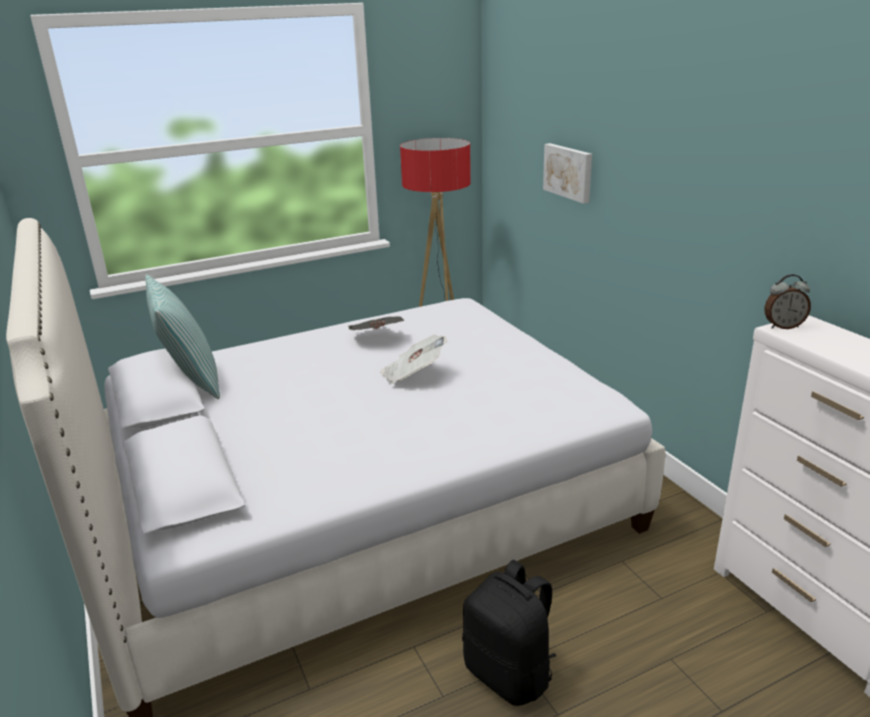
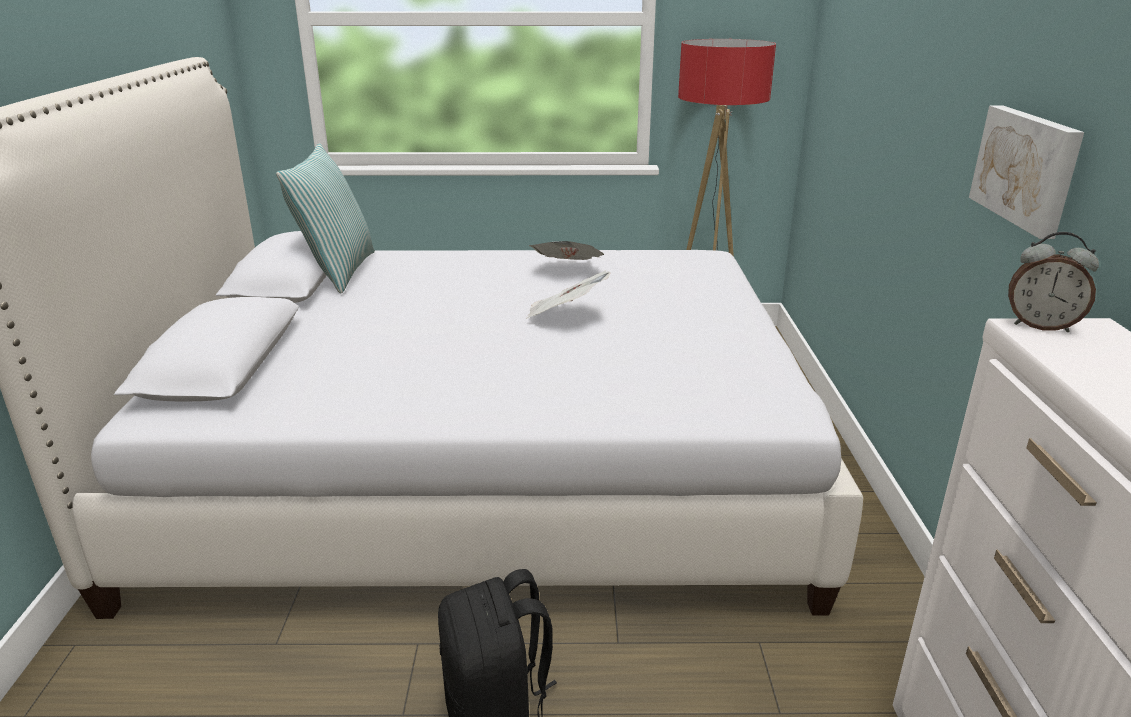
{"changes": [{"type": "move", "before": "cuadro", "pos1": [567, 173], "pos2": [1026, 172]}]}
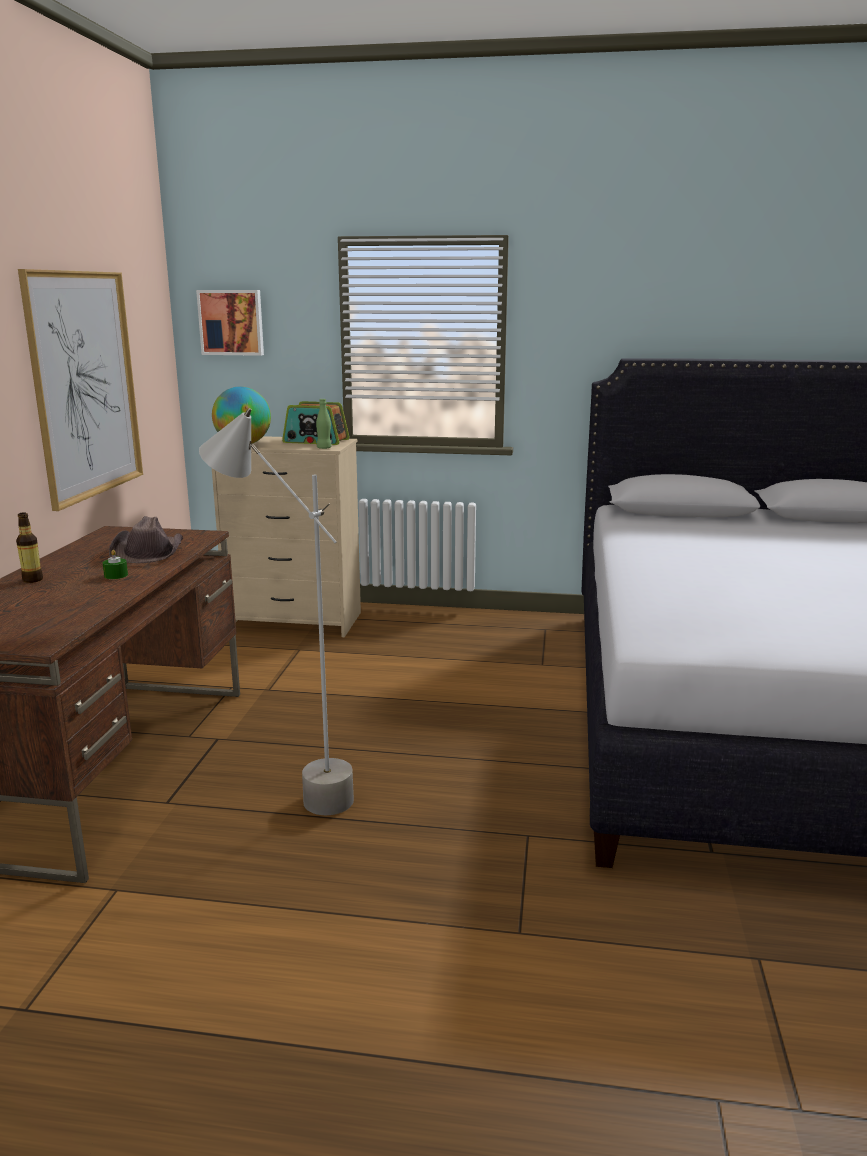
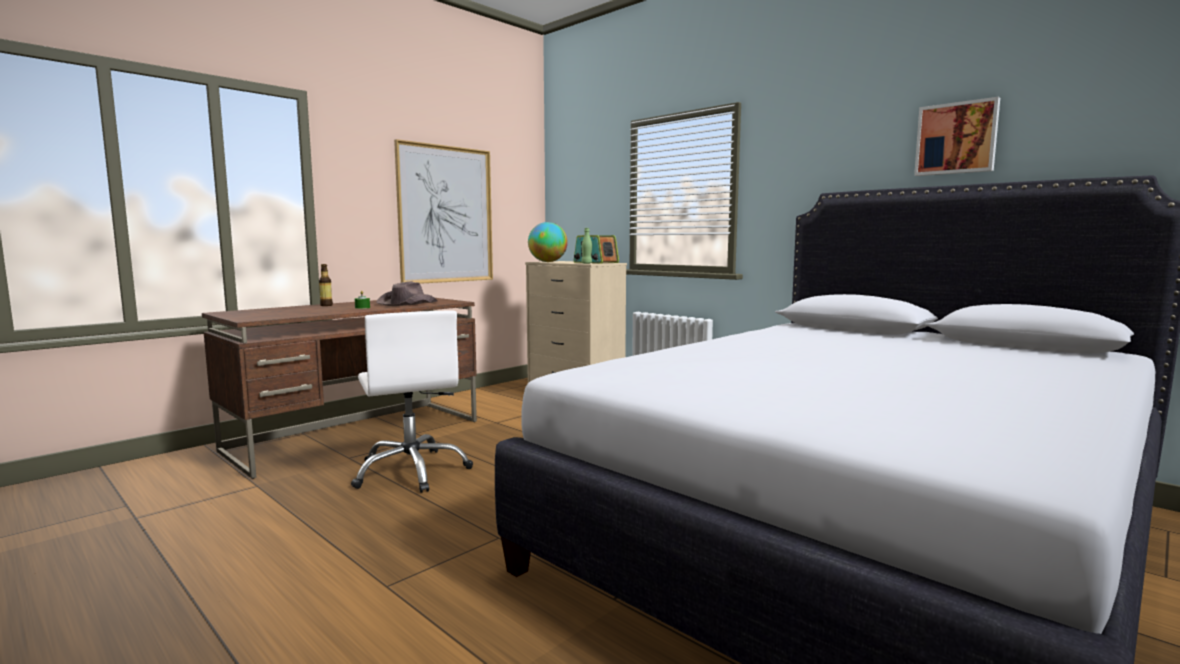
{"changes": [{"type": "move", "before": "cuadro", "pos1": [230, 323], "pos2": [957, 136]}, {"type": "replace", "before": "lámpara de pie/gris", "after": "silla de oficina/blanco", "pos1": [276, 611], "pos2": [412, 402]}]}
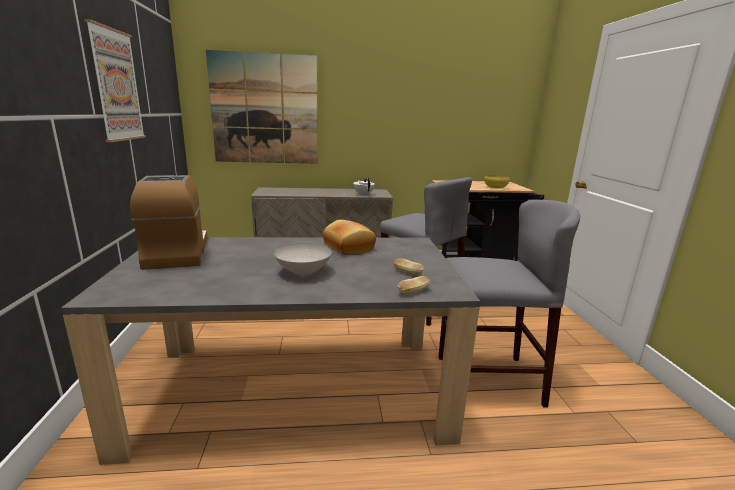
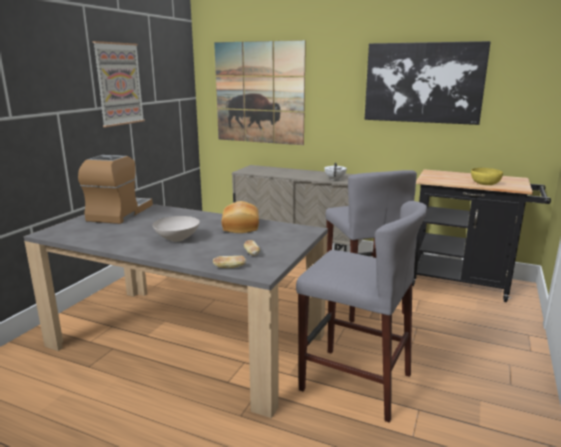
{"changes": [{"type": "insert", "after": "cuadro", "pos2": [428, 83]}]}
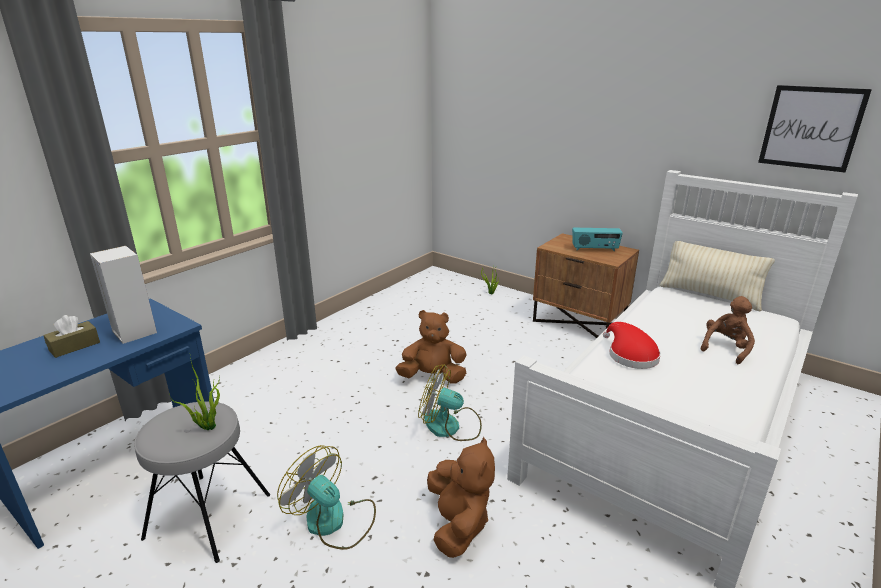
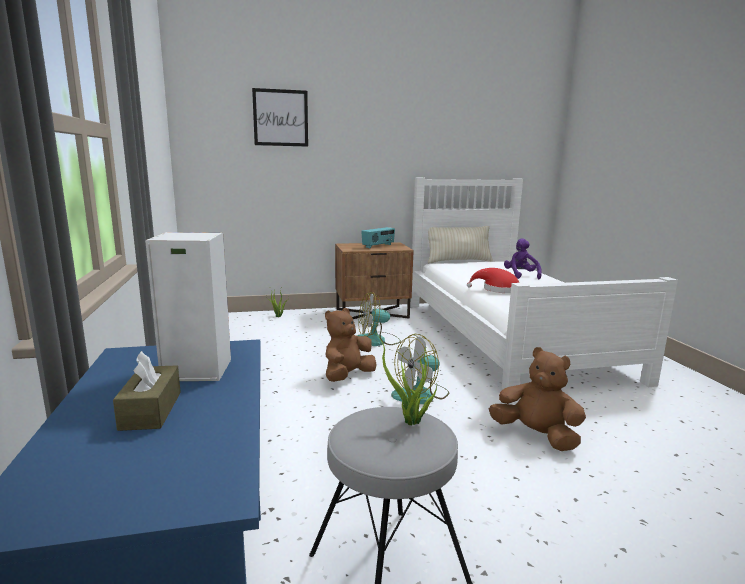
{"changes": [{"type": "move", "before": "ventilador", "pos1": [326, 497], "pos2": [379, 319]}, {"type": "recolor", "before": "peluche/marrón", "after": "peluche/morado", "pos1": [727, 330], "pos2": [523, 258]}, {"type": "move", "before": "cuadro", "pos1": [815, 128], "pos2": [280, 117]}]}
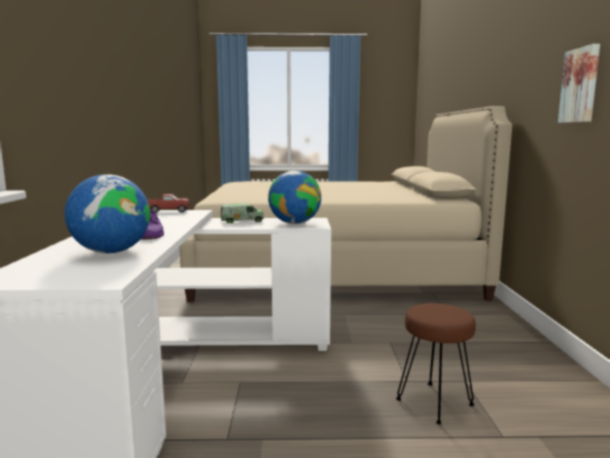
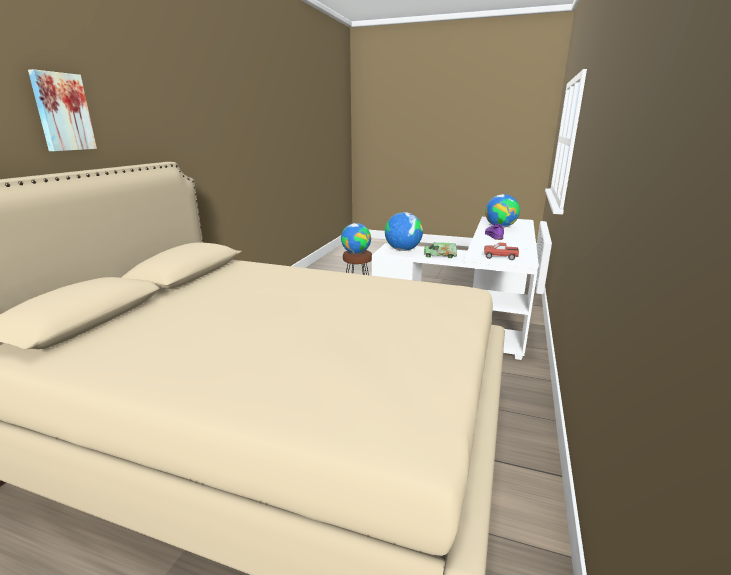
{"changes": [{"type": "move", "before": "cuadro", "pos1": [579, 83], "pos2": [62, 110]}, {"type": "insert", "after": "globo terráqueo", "pos2": [356, 238]}]}
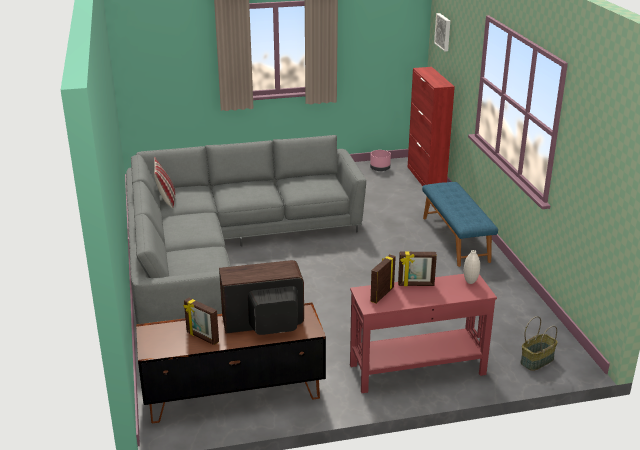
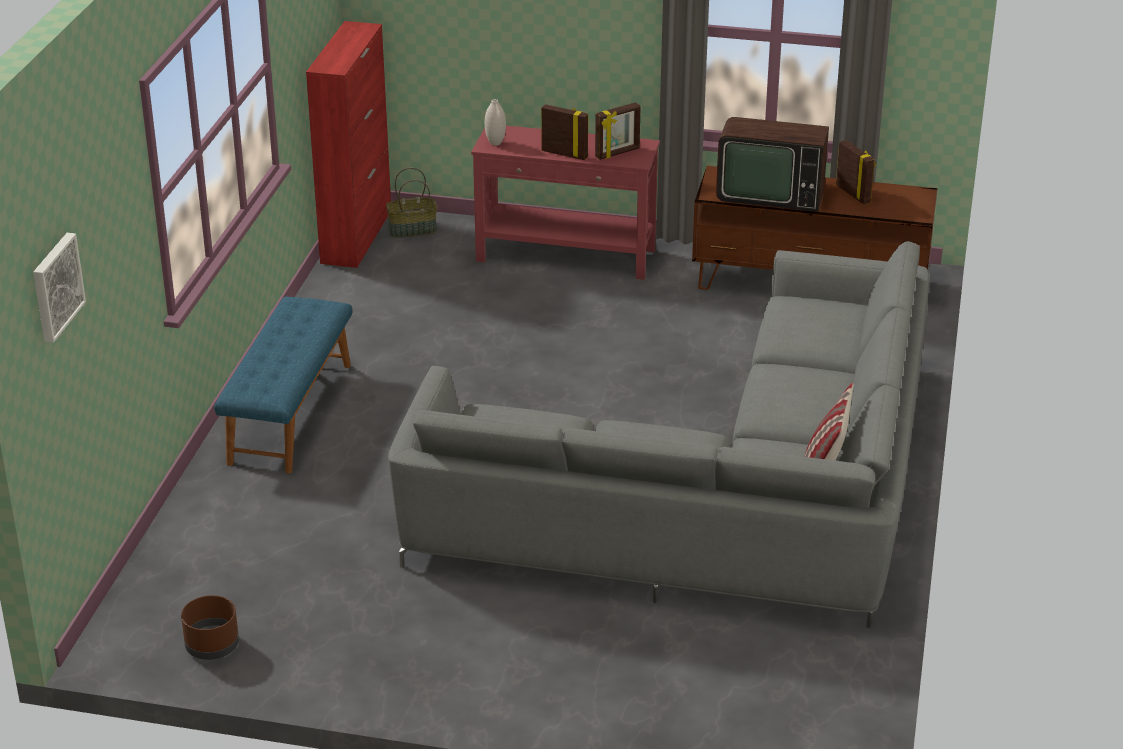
{"changes": [{"type": "recolor", "before": "maceta/rosa", "after": "maceta/marrón", "pos1": [380, 160], "pos2": [210, 627]}, {"type": "move", "before": "armario/rojo", "pos1": [431, 126], "pos2": [348, 144]}]}
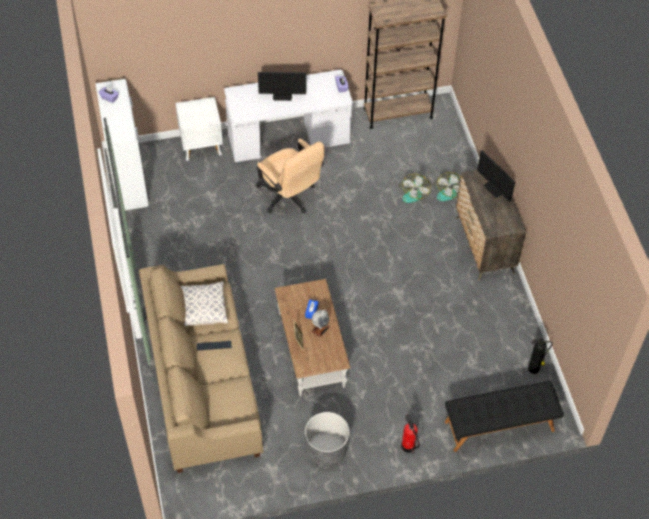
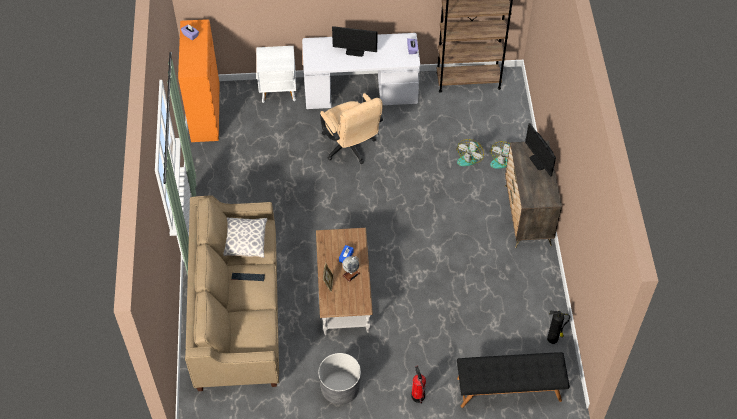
{"changes": [{"type": "recolor", "before": "armario/blanco", "after": "armario/naranja", "pos1": [121, 145], "pos2": [198, 80]}]}
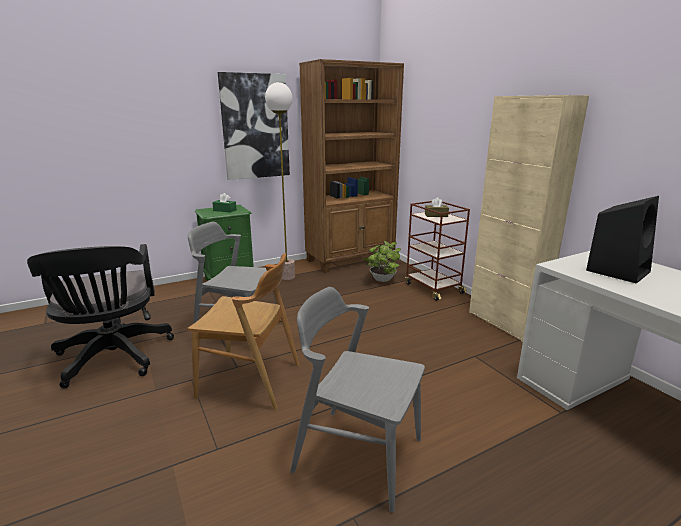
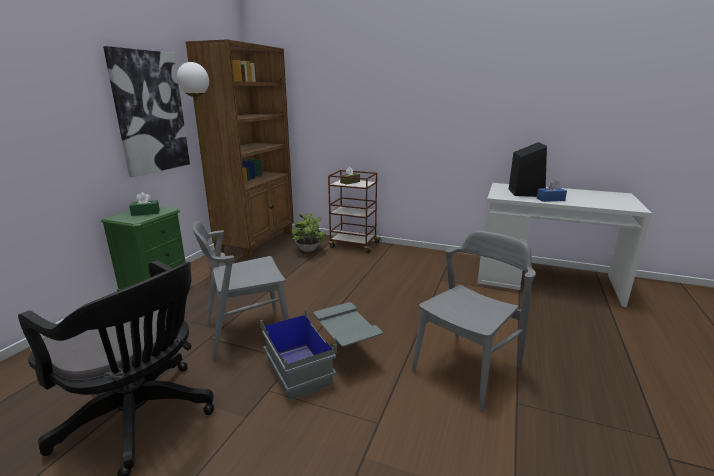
{"changes": [{"type": "replace", "before": "silla/marrón", "after": "caja de almacenaje/gris", "pos1": [243, 331], "pos2": [321, 351]}, {"type": "rotate", "before": "silla/gris", "pos1": [357, 399], "pos2": [474, 320], "turn": 150}, {"type": "delete", "before": "armario/beis", "pos1": [529, 218]}, {"type": "insert", "after": "caja de pañuelos/azul", "pos2": [552, 191]}]}
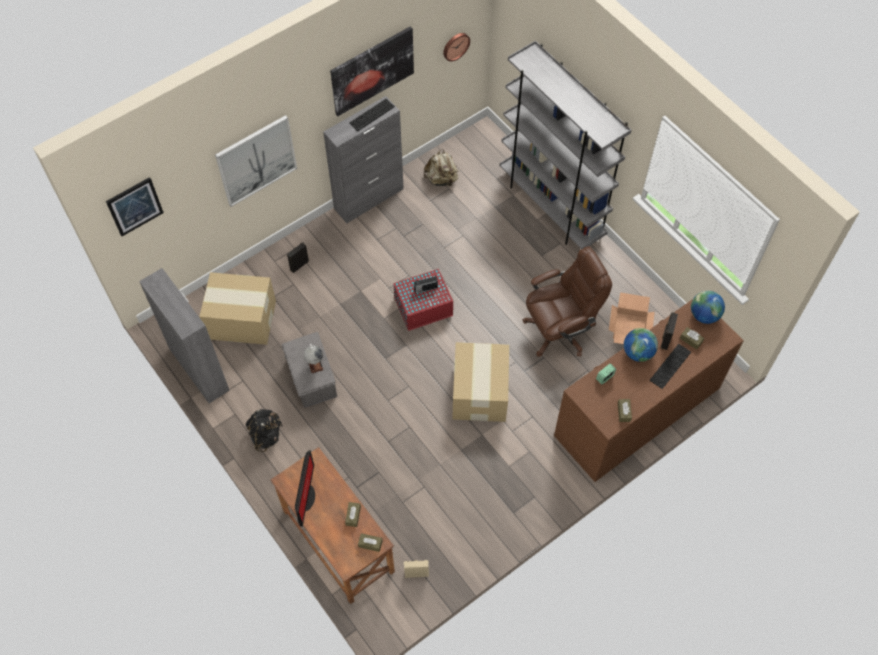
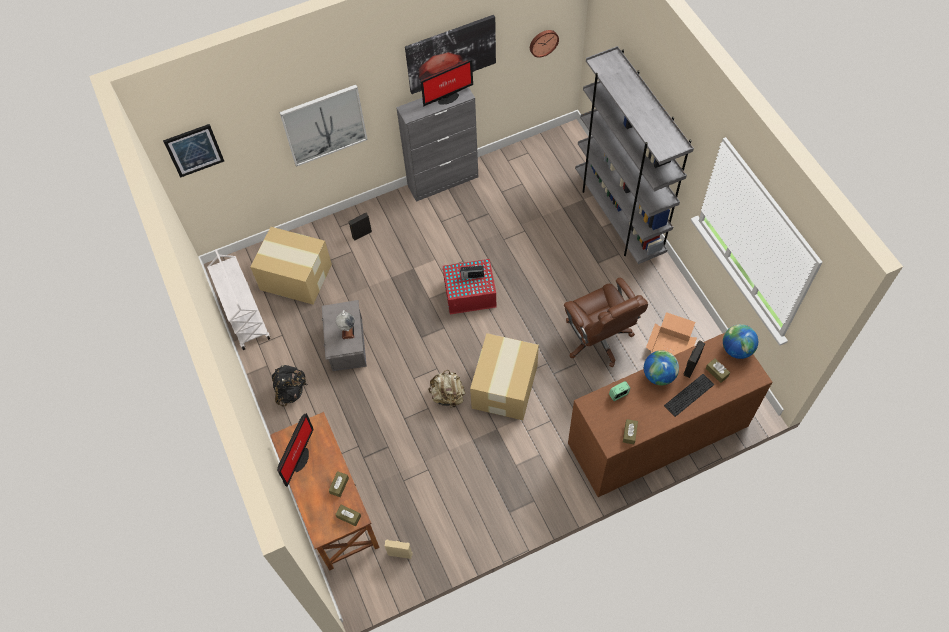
{"changes": [{"type": "replace", "before": "armario/gris", "after": "carrito/blanco", "pos1": [184, 335], "pos2": [238, 299]}, {"type": "replace", "before": "teclado", "after": "monitor", "pos1": [372, 115], "pos2": [447, 83]}, {"type": "move", "before": "mochila/beis", "pos1": [441, 167], "pos2": [446, 389]}, {"type": "rotate", "before": "silla de oficina/marrón", "pos1": [567, 301], "pos2": [606, 322], "turn": 75}]}
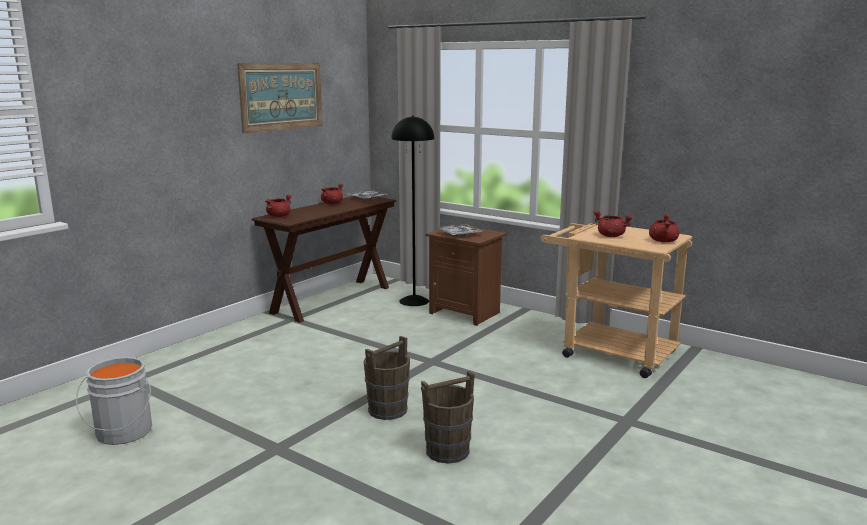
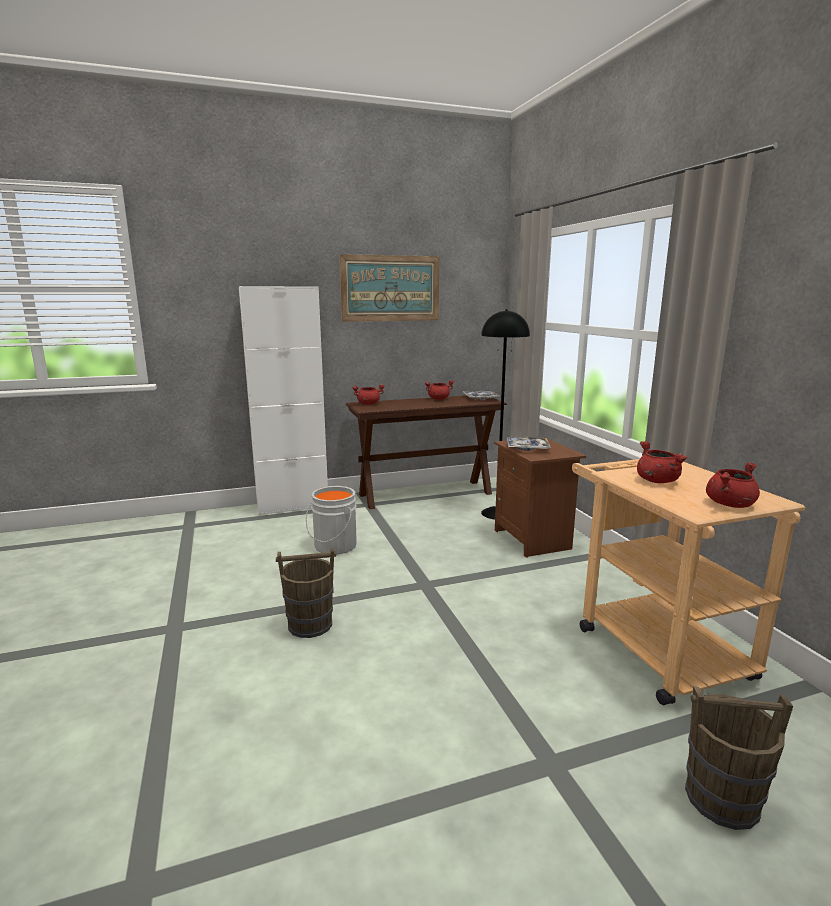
{"changes": [{"type": "move", "before": "cubo/gris", "pos1": [114, 401], "pos2": [331, 520]}, {"type": "move", "before": "cubo/marrón", "pos1": [448, 417], "pos2": [739, 758]}, {"type": "insert", "after": "armario/blanco", "pos2": [283, 401]}]}
